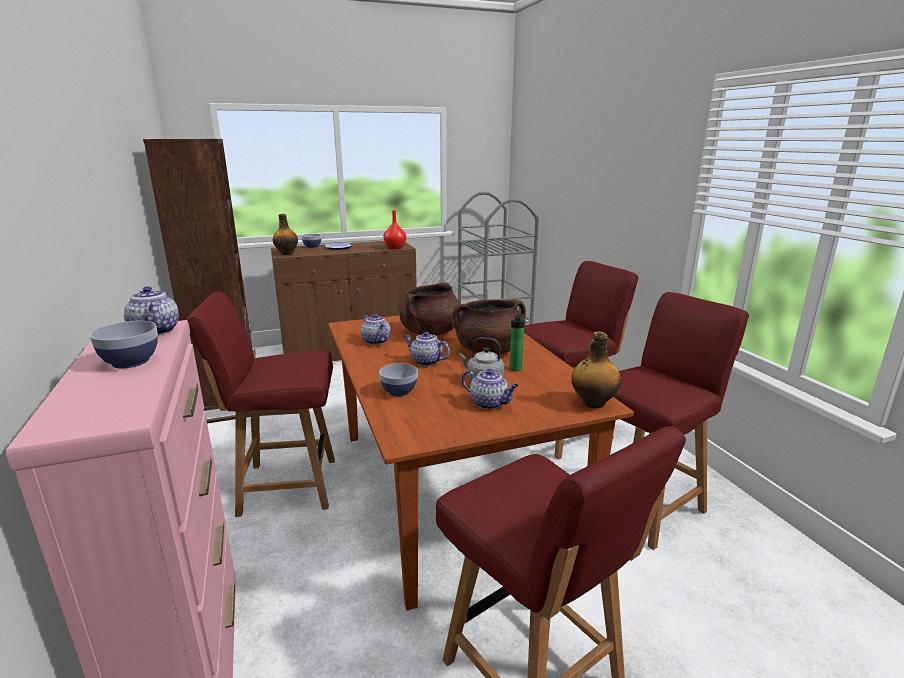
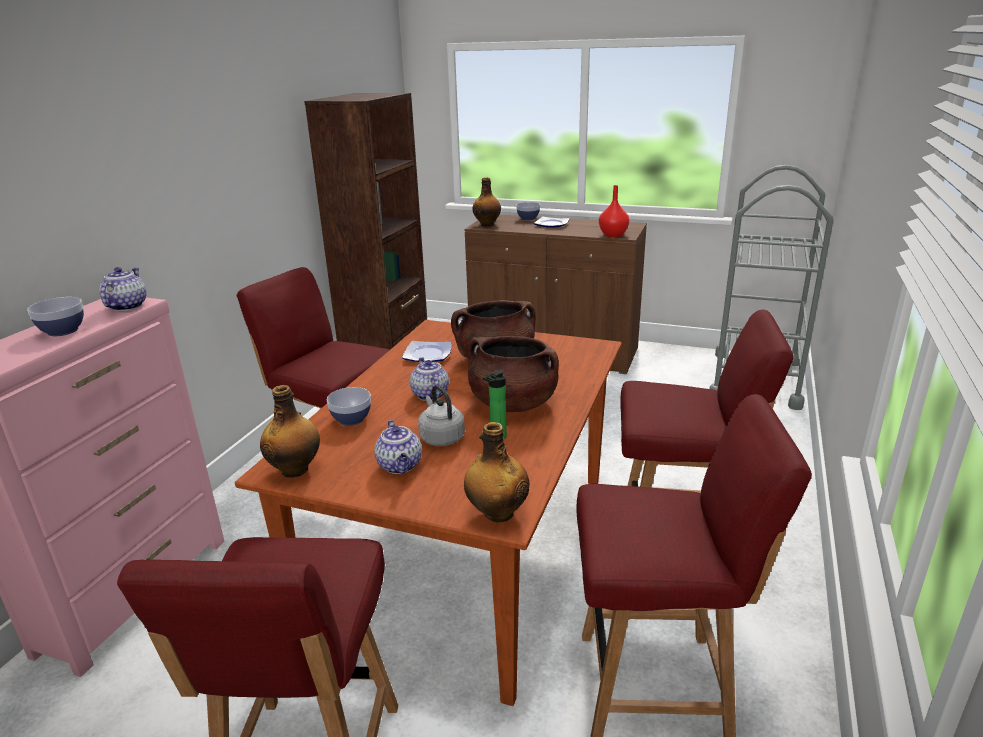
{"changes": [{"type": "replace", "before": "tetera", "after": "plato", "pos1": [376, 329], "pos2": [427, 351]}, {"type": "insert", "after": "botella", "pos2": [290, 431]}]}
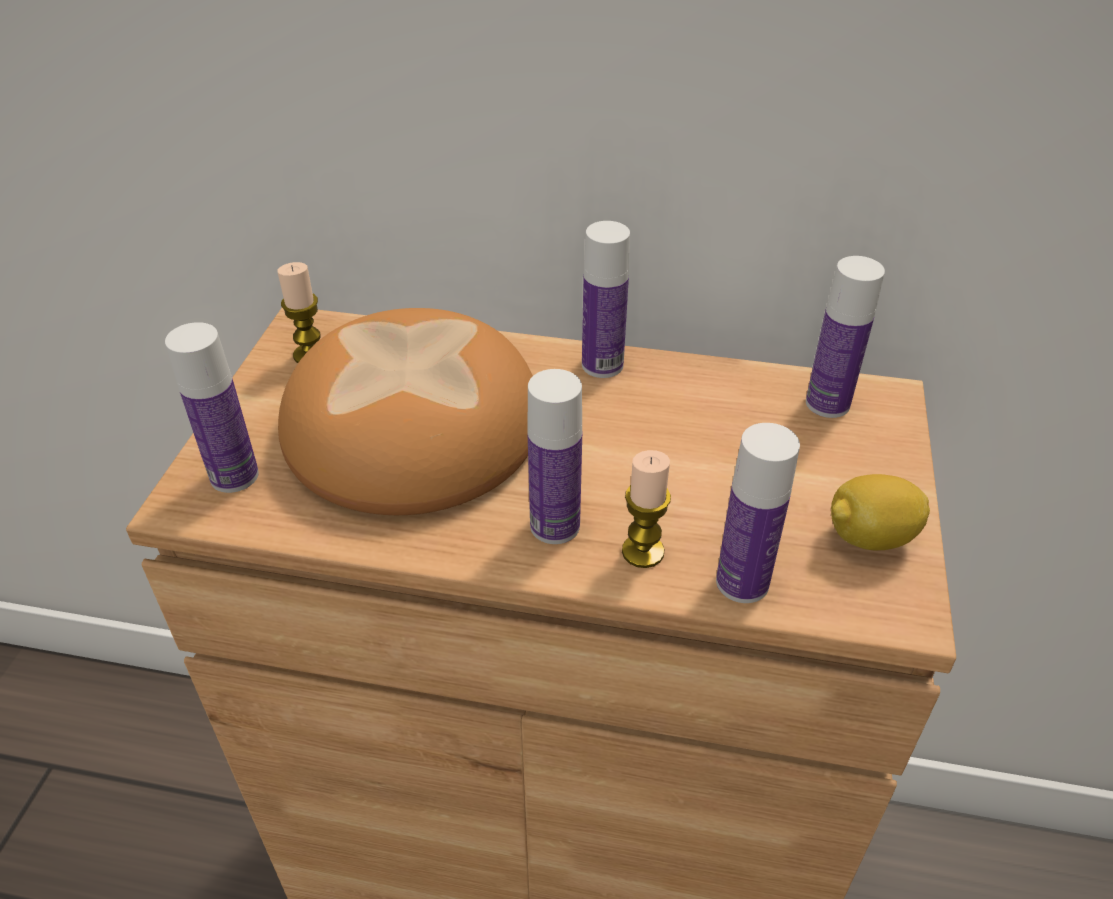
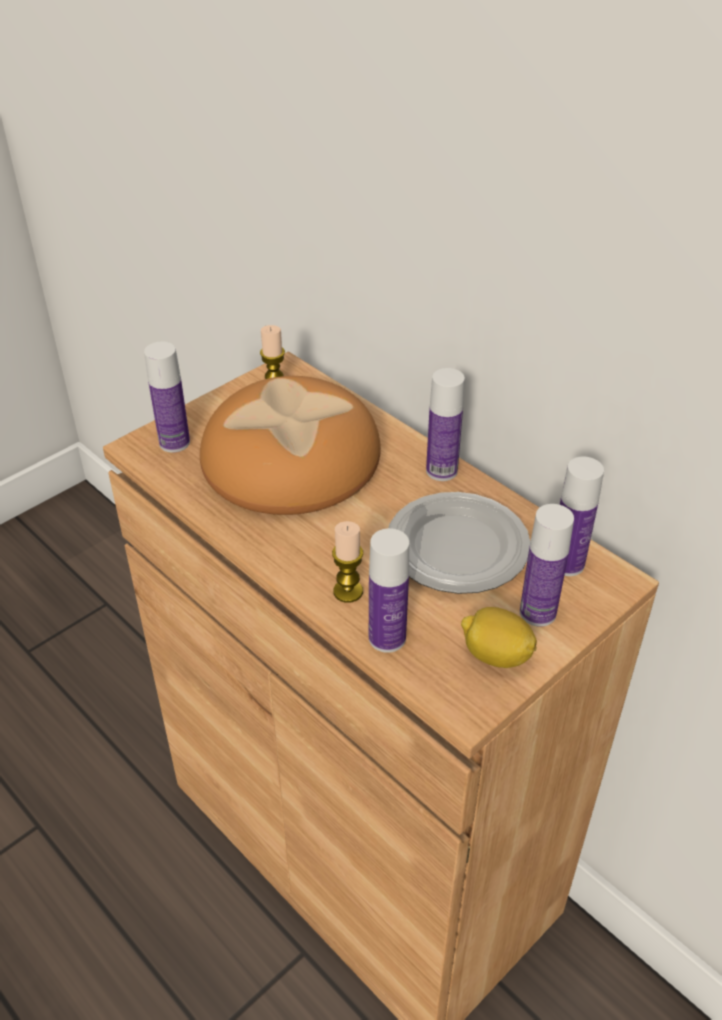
{"changes": [{"type": "move", "before": "botella", "pos1": [554, 456], "pos2": [547, 565]}, {"type": "insert", "after": "plato", "pos2": [459, 543]}]}
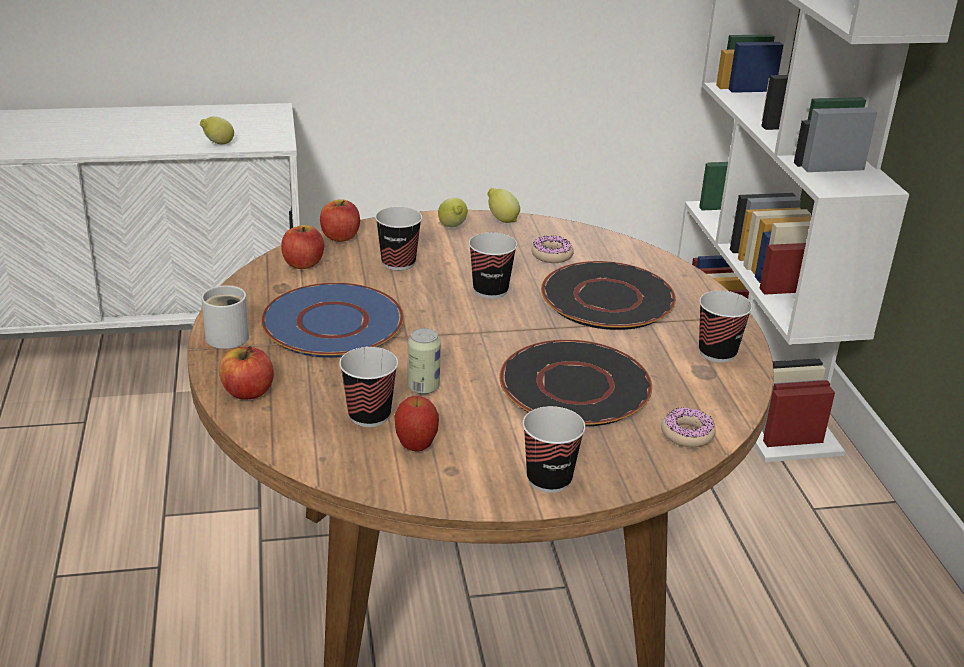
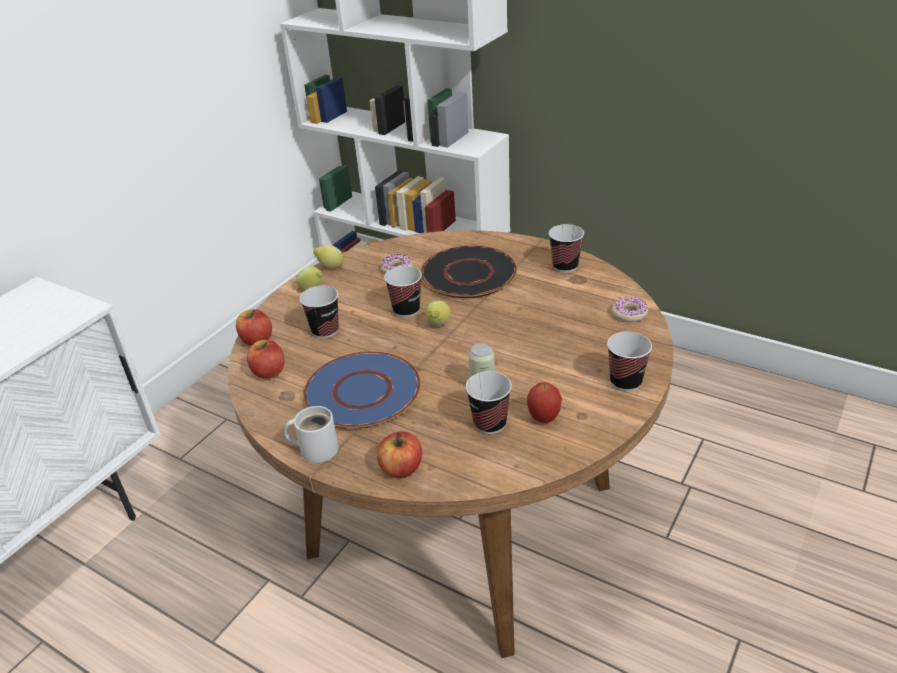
{"changes": [{"type": "move", "before": "limón", "pos1": [217, 130], "pos2": [438, 313]}, {"type": "delete", "before": "plato/negro", "pos1": [575, 383]}]}
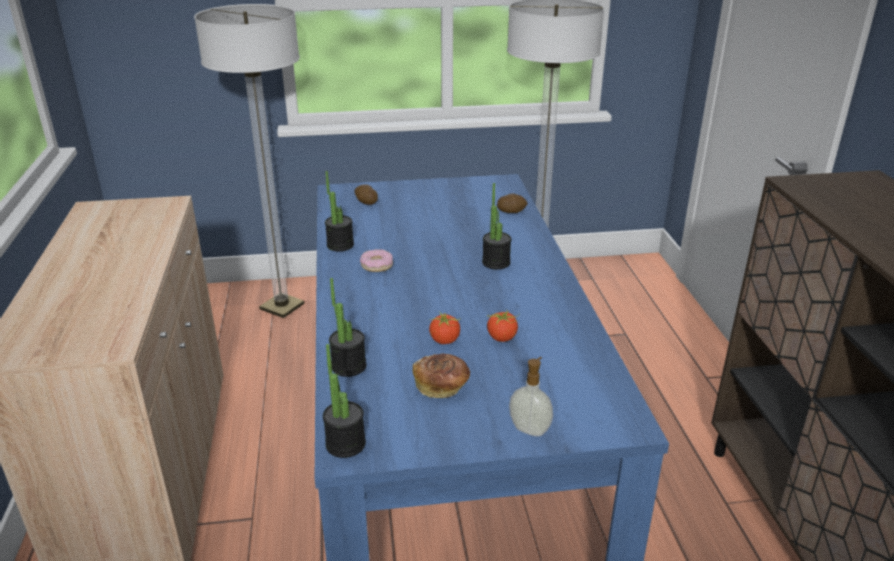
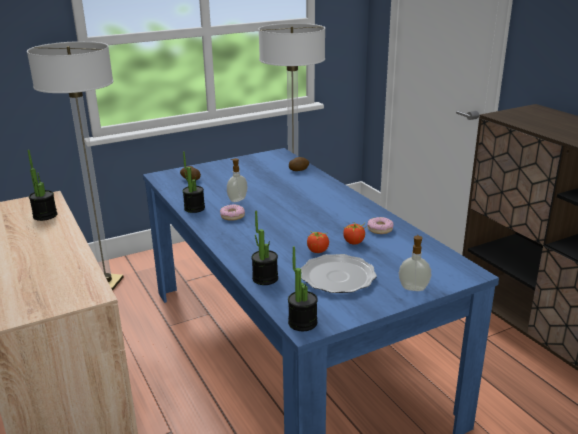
{"changes": [{"type": "replace", "before": "pan", "after": "plato", "pos1": [441, 375], "pos2": [339, 273]}, {"type": "move", "before": "planta en maceta", "pos1": [496, 226], "pos2": [42, 185]}, {"type": "insert", "after": "dispensador de jabón", "pos2": [237, 180]}, {"type": "insert", "after": "rosquilla", "pos2": [380, 225]}]}
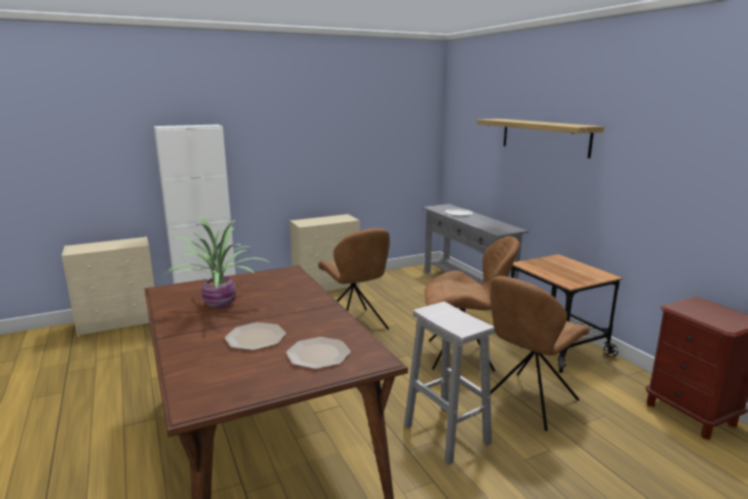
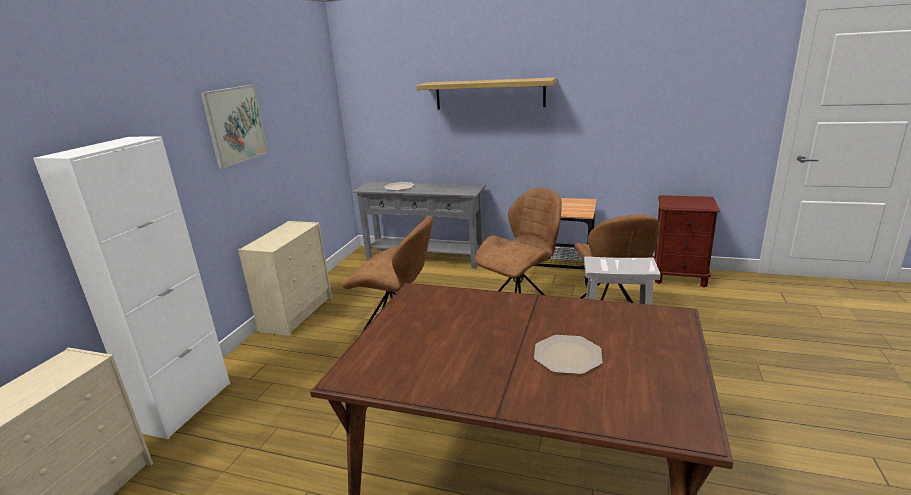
{"changes": [{"type": "delete", "before": "planta en maceta", "pos1": [216, 262]}, {"type": "delete", "before": "plato", "pos1": [318, 353]}, {"type": "insert", "after": "cuadro", "pos2": [234, 127]}]}
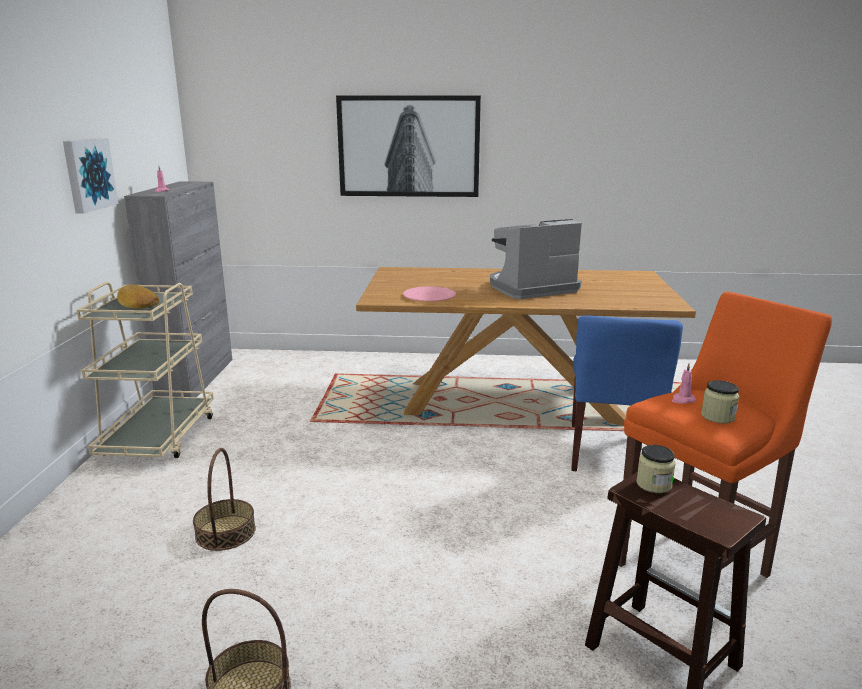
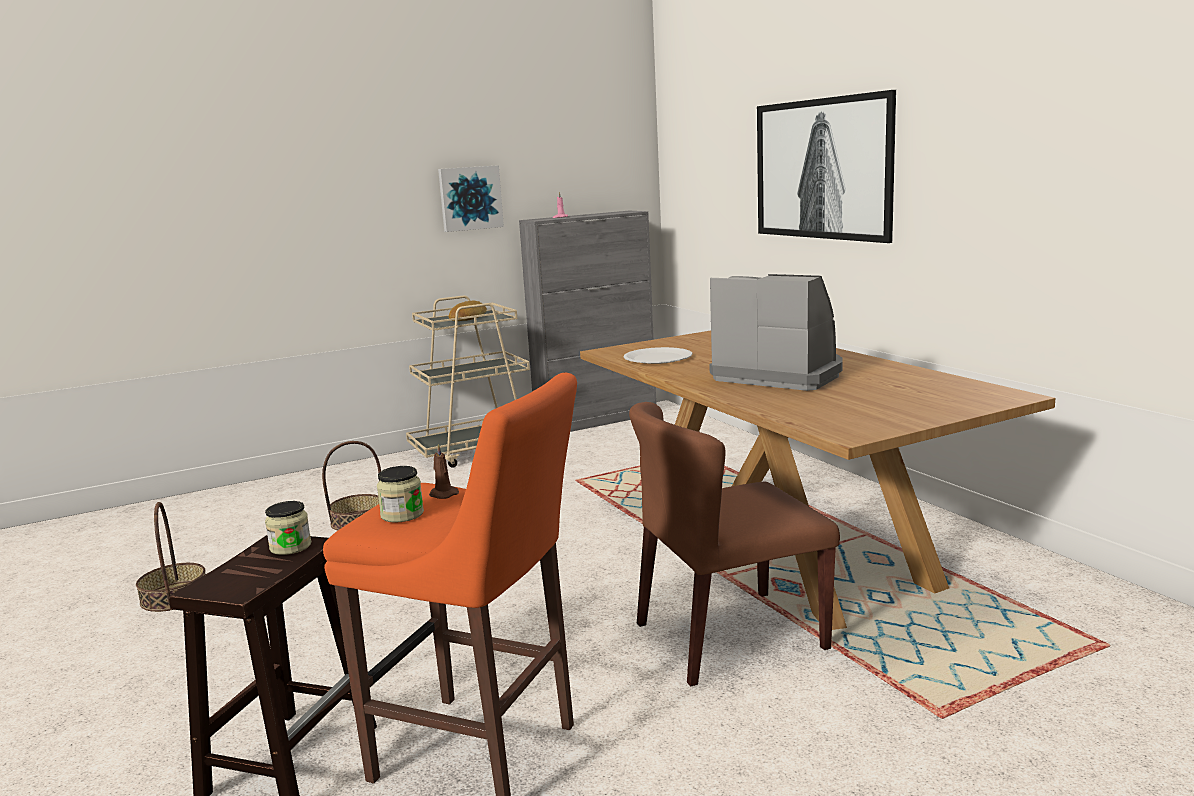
{"changes": [{"type": "recolor", "before": "plato/rosa", "after": "plato/blanco", "pos1": [429, 293], "pos2": [658, 355]}, {"type": "recolor", "before": "silla/azul", "after": "silla/marrón", "pos1": [627, 393], "pos2": [734, 544]}, {"type": "recolor", "before": "vela/rosa", "after": "vela/marrón", "pos1": [684, 383], "pos2": [444, 471]}]}
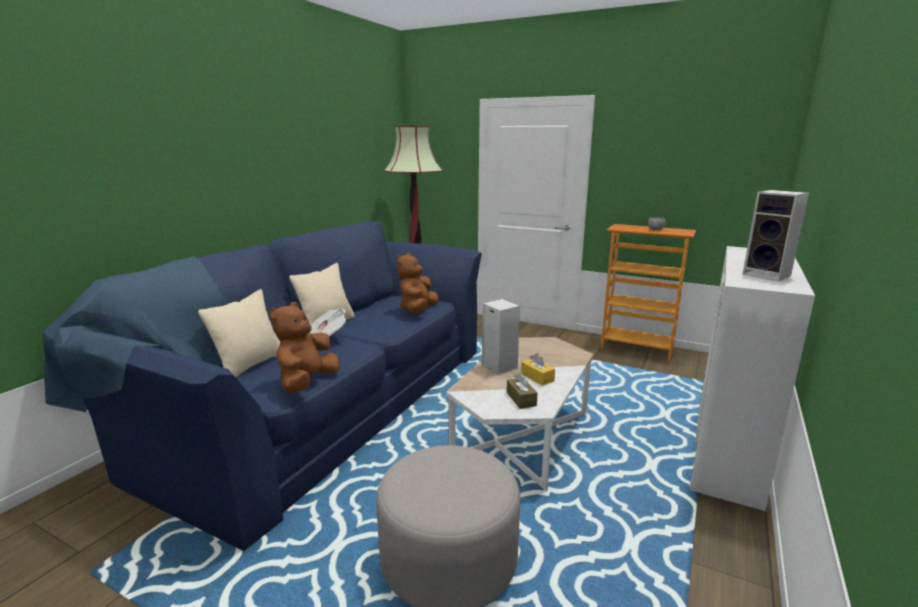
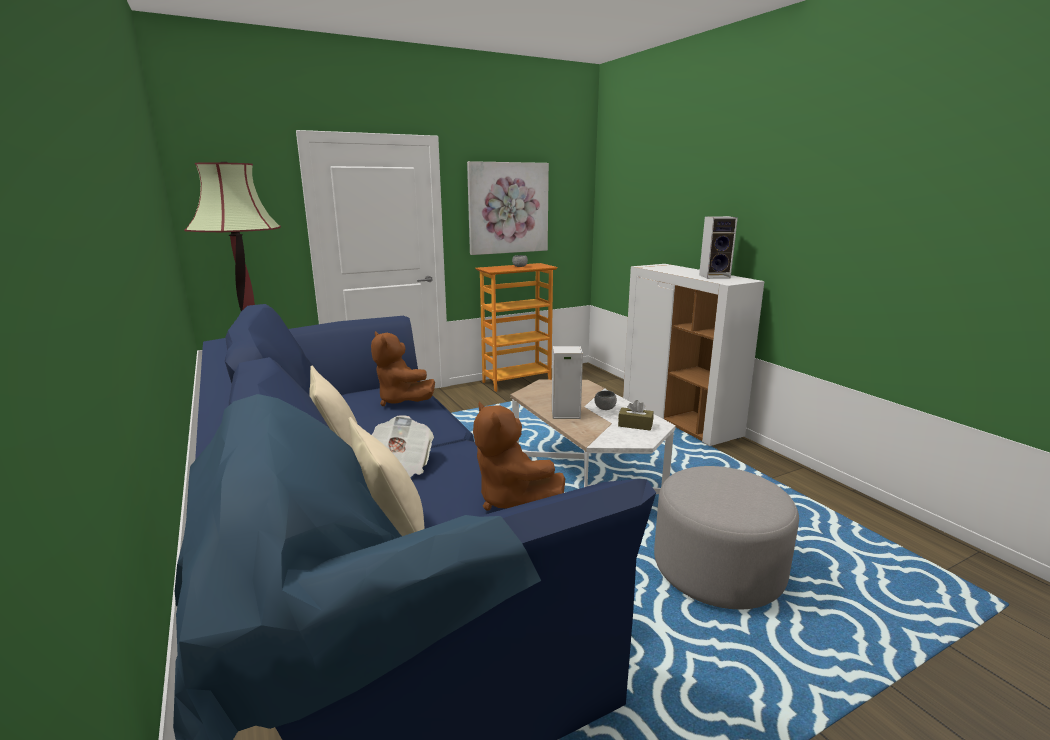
{"changes": [{"type": "replace", "before": "caja de pañuelos/amarillo", "after": "cuenco/gris", "pos1": [538, 369], "pos2": [605, 400]}, {"type": "insert", "after": "cuadro", "pos2": [508, 208]}]}
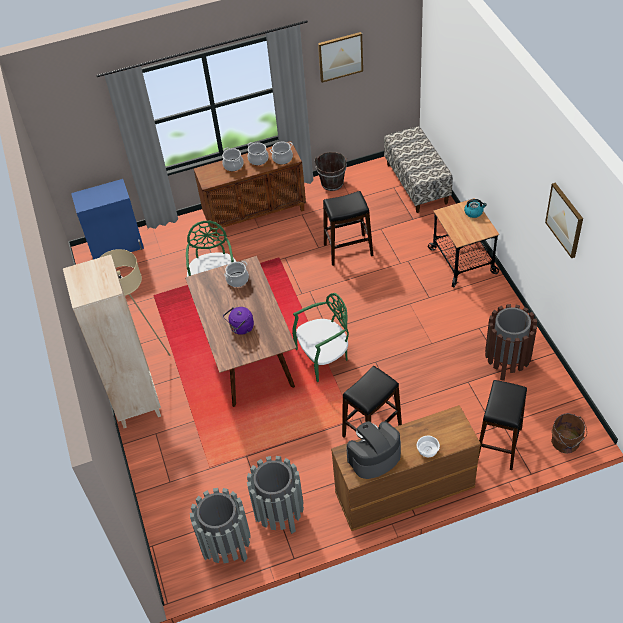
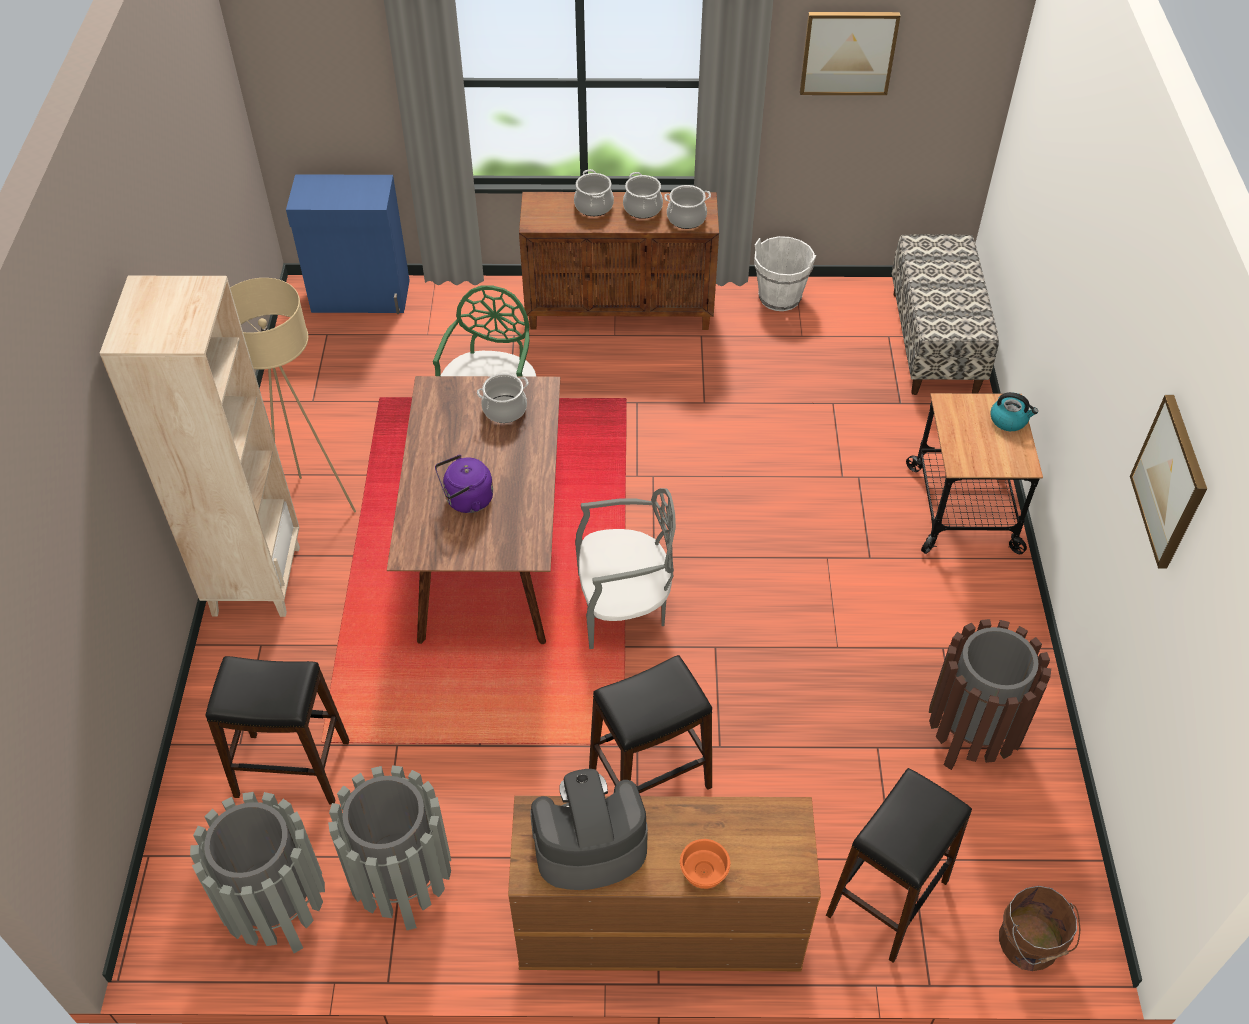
{"changes": [{"type": "recolor", "before": "silla/verde", "after": "silla/gris", "pos1": [320, 337], "pos2": [625, 568]}, {"type": "recolor", "before": "cubo/marrón", "after": "cubo/blanco", "pos1": [331, 171], "pos2": [785, 273]}, {"type": "move", "before": "taburete/negro", "pos1": [348, 228], "pos2": [277, 730]}, {"type": "recolor", "before": "cuenco/blanco", "after": "cuenco/naranja", "pos1": [428, 446], "pos2": [705, 864]}]}
